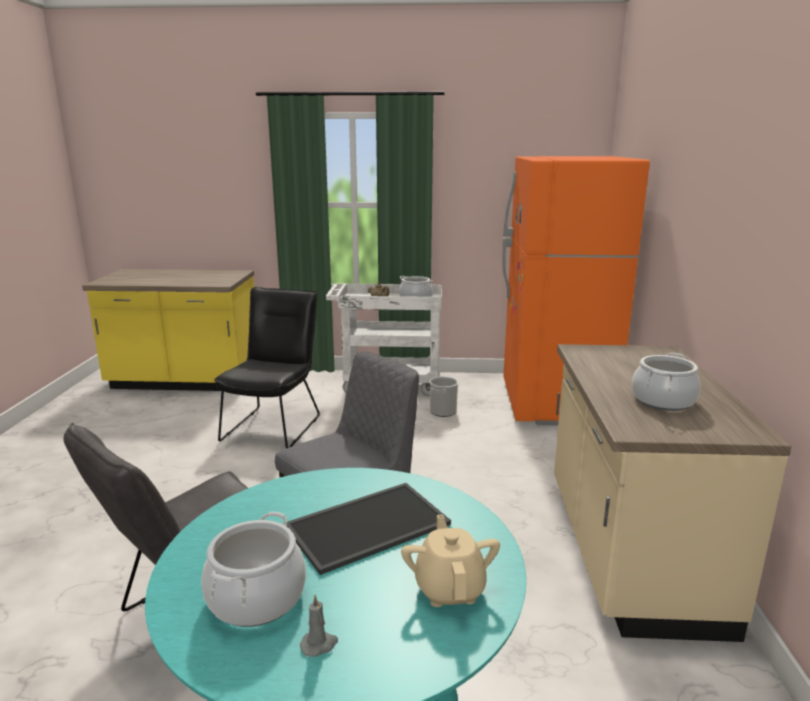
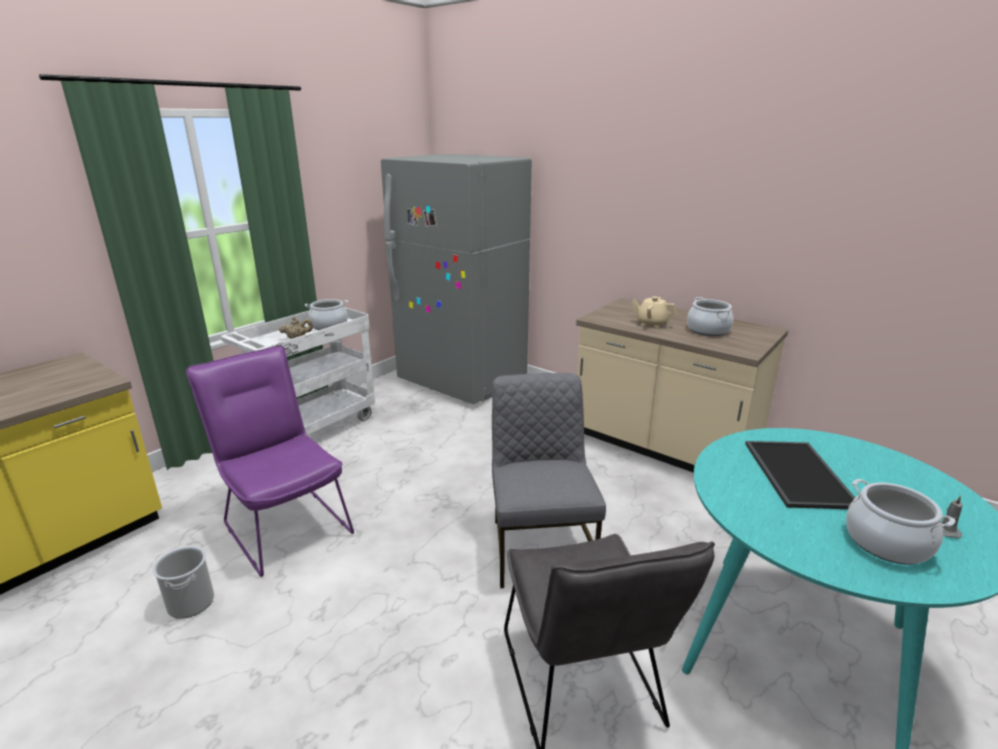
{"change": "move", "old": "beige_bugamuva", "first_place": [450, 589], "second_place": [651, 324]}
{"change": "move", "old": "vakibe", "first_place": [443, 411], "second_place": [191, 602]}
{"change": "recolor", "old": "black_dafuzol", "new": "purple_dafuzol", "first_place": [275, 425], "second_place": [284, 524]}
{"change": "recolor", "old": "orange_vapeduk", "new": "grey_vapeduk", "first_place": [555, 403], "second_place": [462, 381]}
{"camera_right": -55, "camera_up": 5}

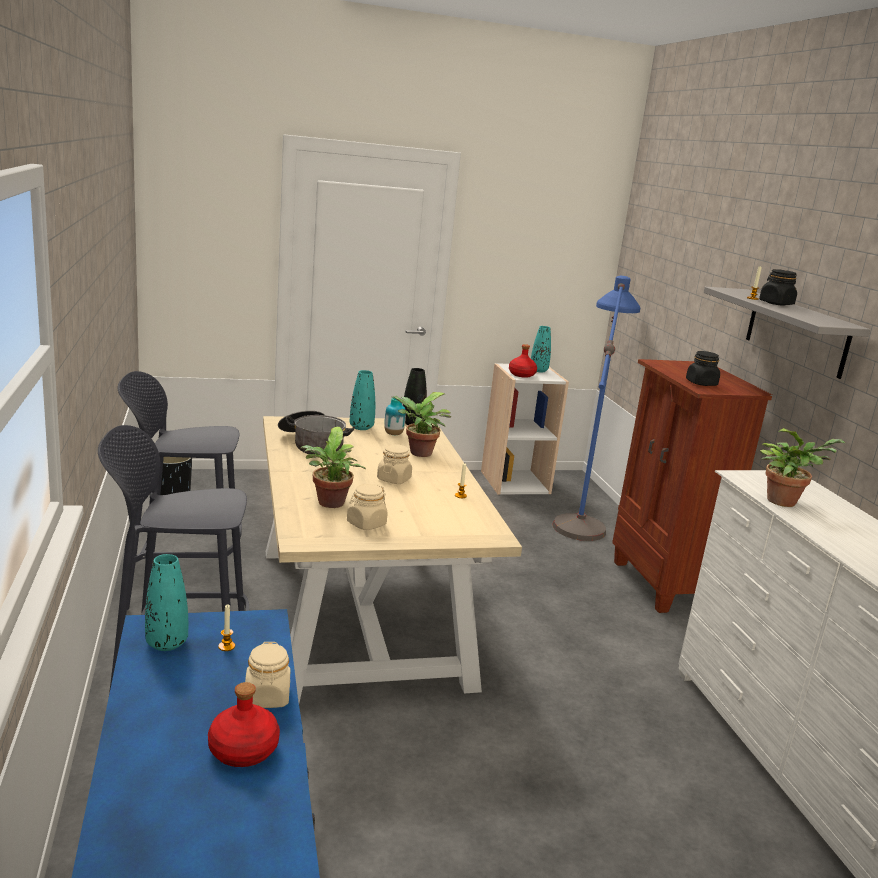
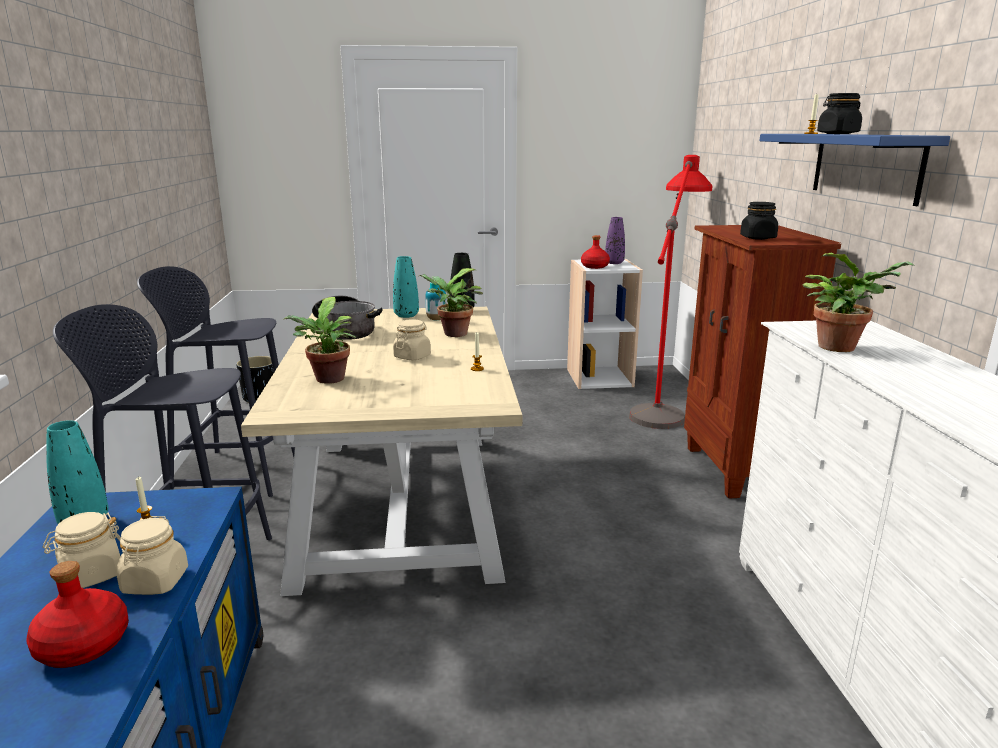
{"change": "move", "old": "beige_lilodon", "first_place": [366, 524], "second_place": [91, 575]}
{"change": "recolor", "old": "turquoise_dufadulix", "new": "purple_dufadulix", "first_place": [538, 370], "second_place": [614, 263]}
{"change": "recolor", "old": "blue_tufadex", "new": "red_tufadex", "first_place": [582, 513], "second_place": [663, 403]}
{"change": "recolor", "old": "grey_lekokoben", "new": "blue_lekokoben", "first_place": [796, 332], "second_place": [865, 166]}
{"camera_right": 10, "camera_up": 0}

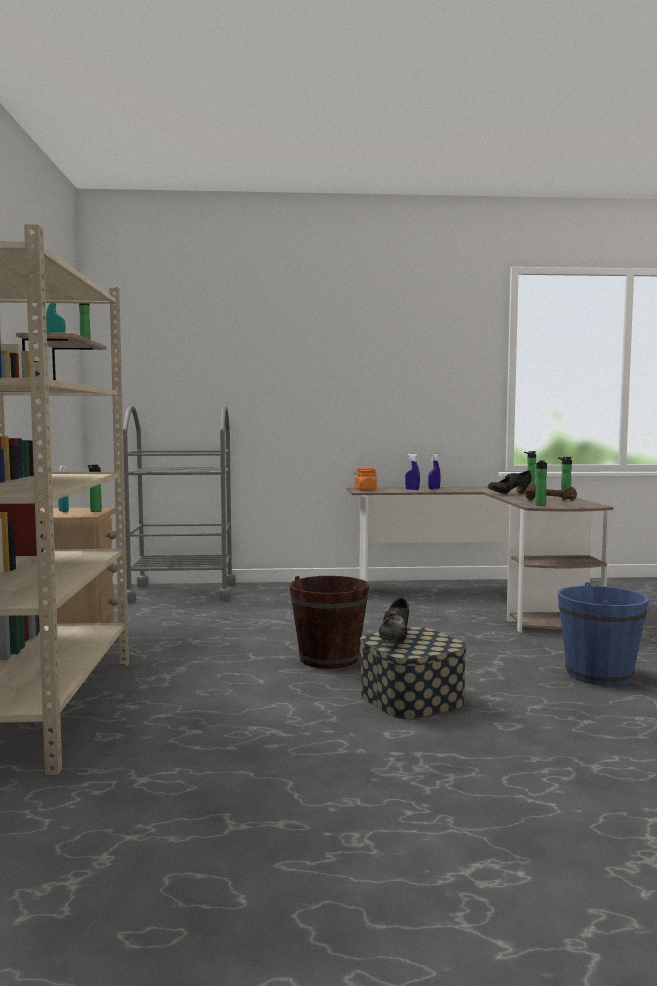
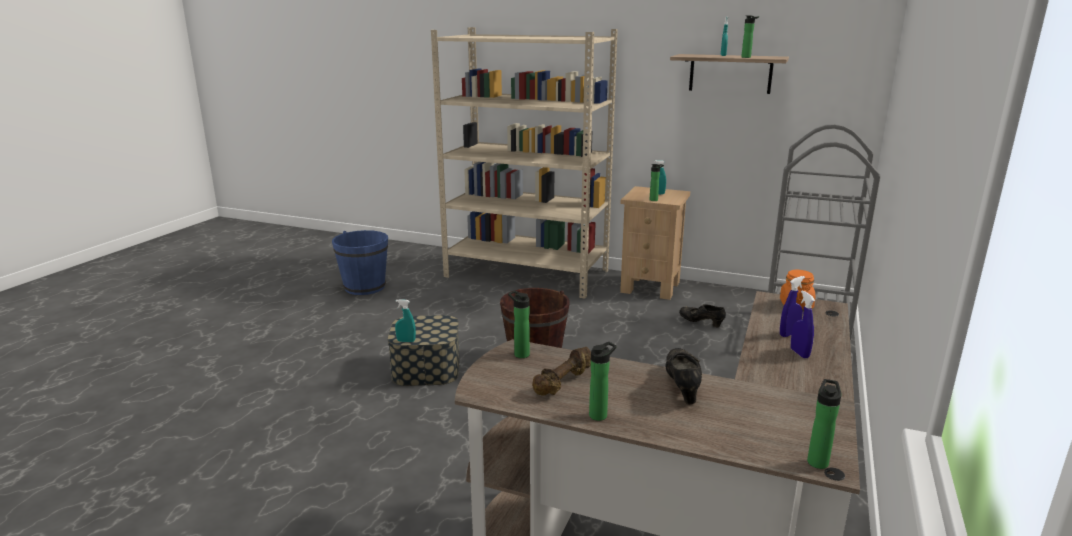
{"change": "insert", "new": "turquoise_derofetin", "second_place": [406, 341]}
{"change": "move", "old": "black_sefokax", "first_place": [395, 640], "second_place": [701, 323]}
{"change": "move", "old": "blue_vakibe", "first_place": [599, 674], "second_place": [364, 287]}
{"camera_right": 115, "camera_up": 15}

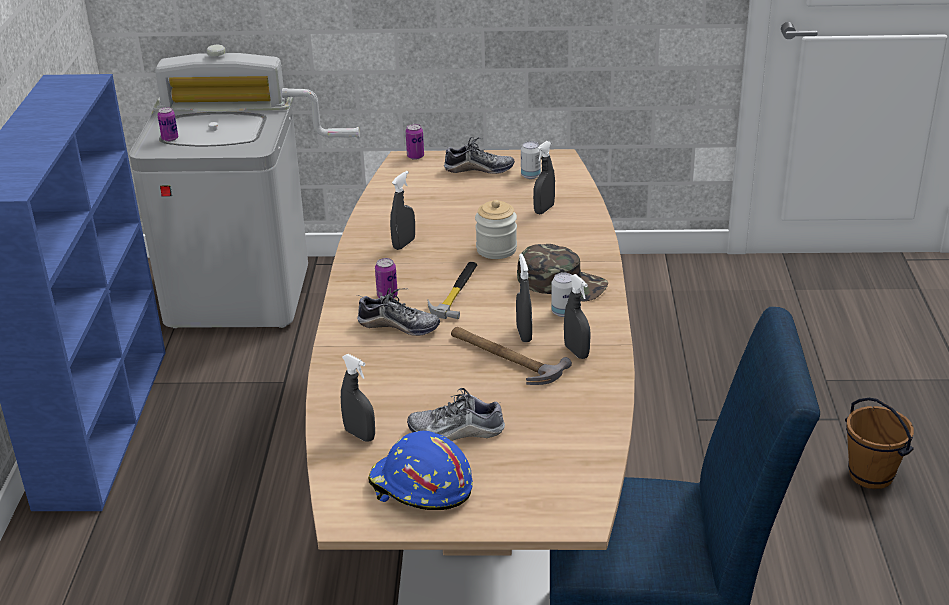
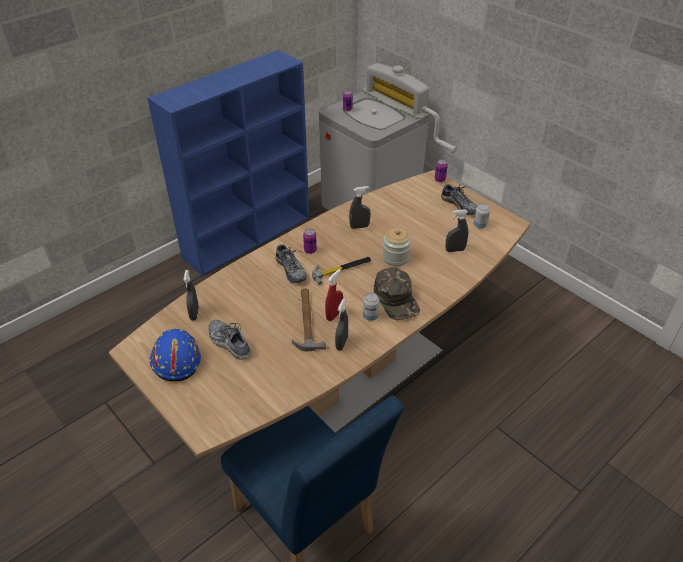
{"change": "delete", "old": "brown_vakibe", "first_place": [871, 475]}
{"change": "recolor", "old": "grey_derofetin", "new": "red_derofetin", "first_place": [524, 334], "second_place": [334, 315]}
{"camera_right": 45, "camera_up": 10}

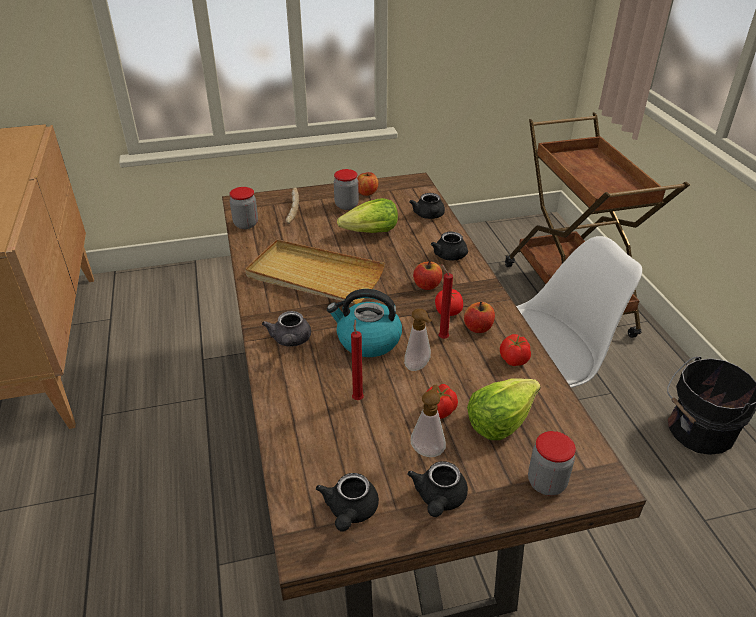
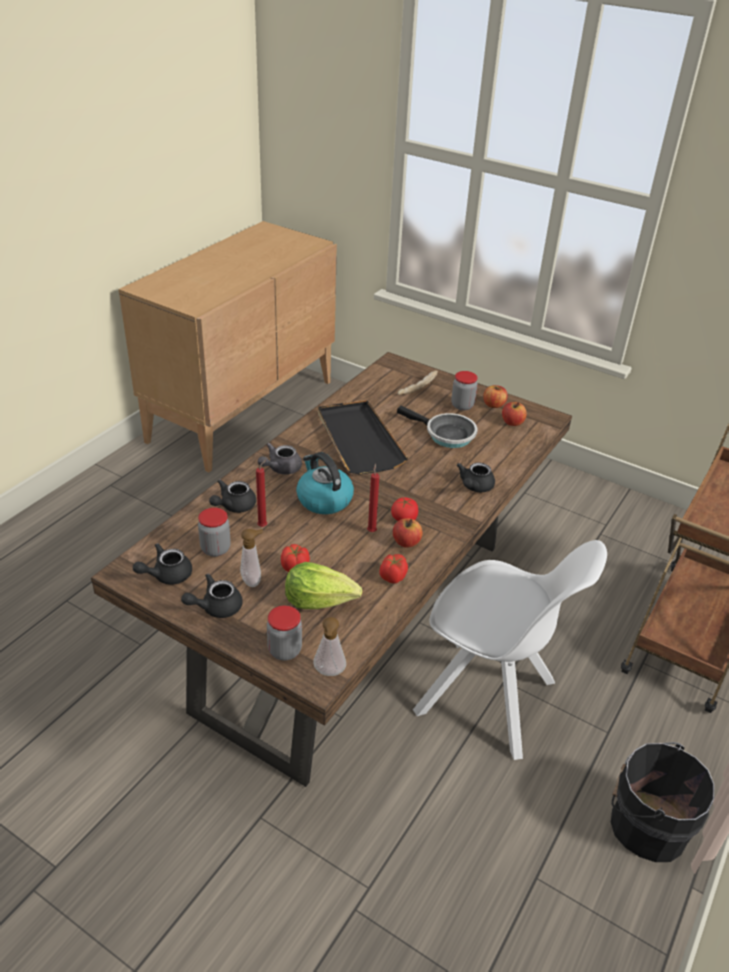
{"change": "move", "old": "lilodon", "first_place": [246, 224], "second_place": [215, 549]}
{"change": "move", "old": "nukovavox", "first_place": [418, 367], "second_place": [329, 673]}
{"change": "move", "old": "black_bugamuva", "first_place": [429, 216], "second_place": [233, 506]}
{"change": "move", "old": "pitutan", "first_place": [427, 285], "second_place": [512, 422]}
{"change": "replace", "old": "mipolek", "new": "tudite", "first_place": [371, 232], "second_place": [446, 435]}
{"change": "recolor", "old": "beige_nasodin", "new": "black_nasodin", "first_place": [314, 276], "second_place": [358, 439]}
{"camera_right": 45, "camera_up": 0}

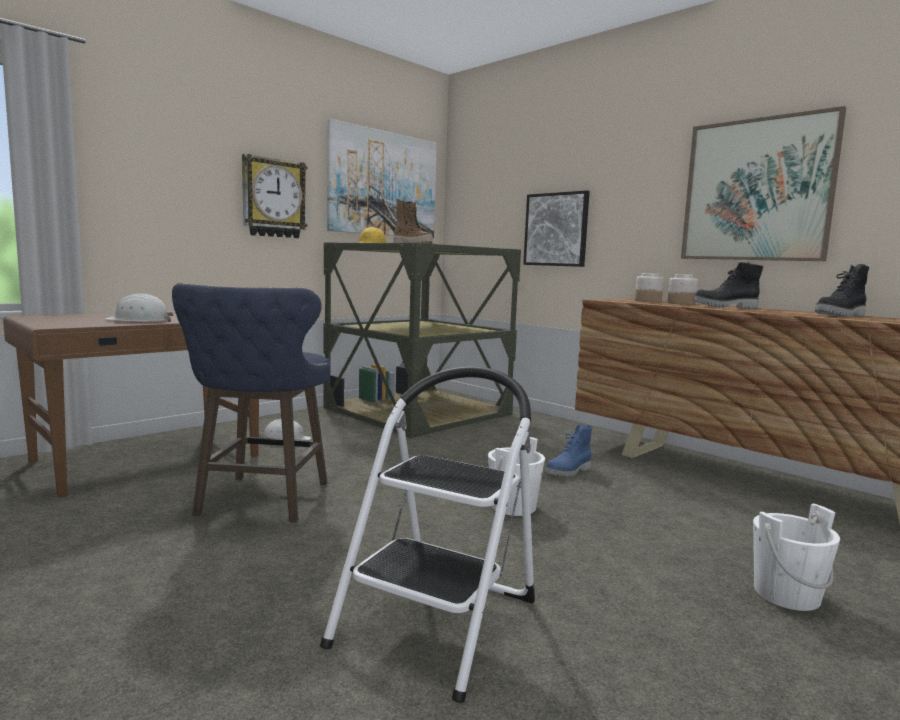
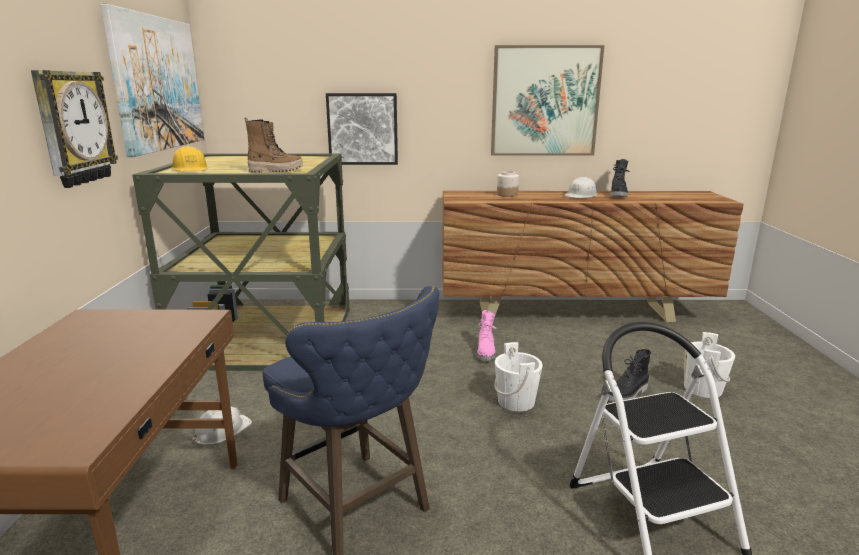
{"change": "delete", "old": "lilodon", "first_place": [647, 301]}
{"change": "move", "old": "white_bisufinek", "first_place": [139, 320], "second_place": [581, 195]}
{"change": "move", "old": "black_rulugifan", "first_place": [725, 307], "second_place": [627, 395]}
{"change": "recolor", "old": "blue_rulugifan", "new": "pink_rulugifan", "first_place": [569, 472], "second_place": [486, 352]}
{"camera_right": -45, "camera_up": 10}

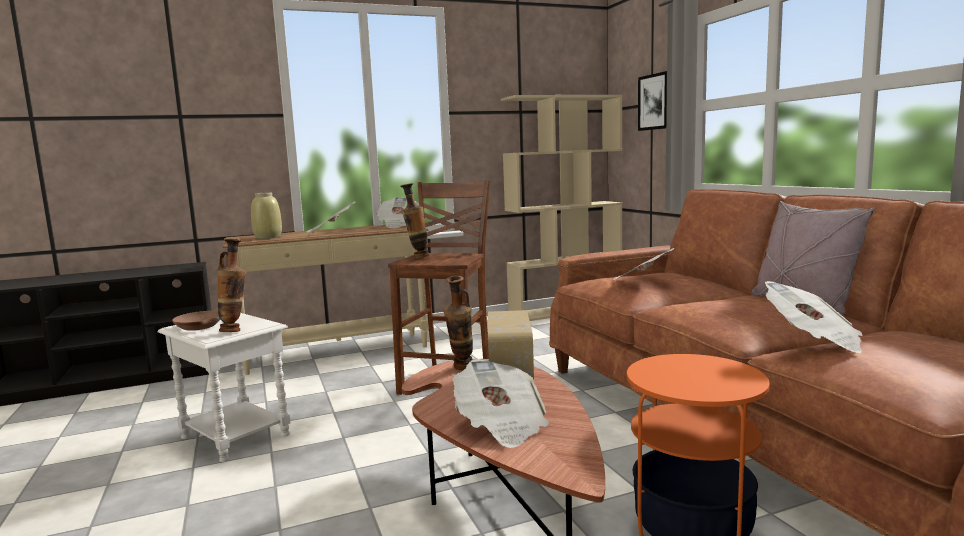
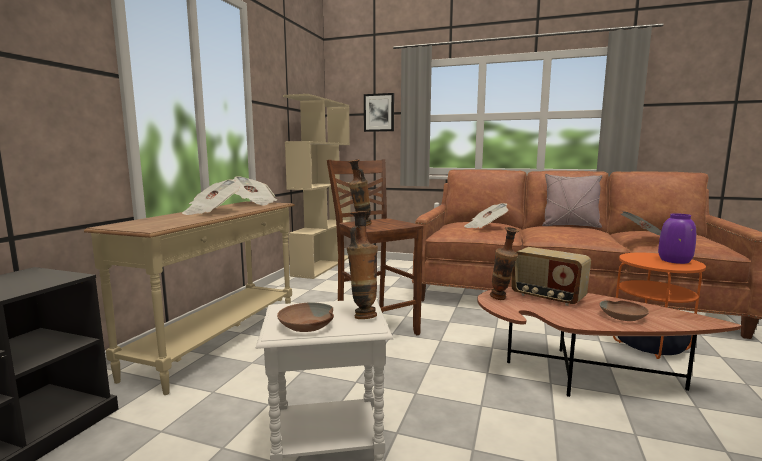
{"change": "delete", "old": "beige_dufadulix", "first_place": [268, 237]}
{"change": "insert", "new": "purple_dufadulix", "second_place": [674, 261]}
{"change": "replace", "old": "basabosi", "new": "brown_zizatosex", "first_place": [501, 426], "second_place": [623, 316]}
{"camera_right": -50, "camera_up": 0}

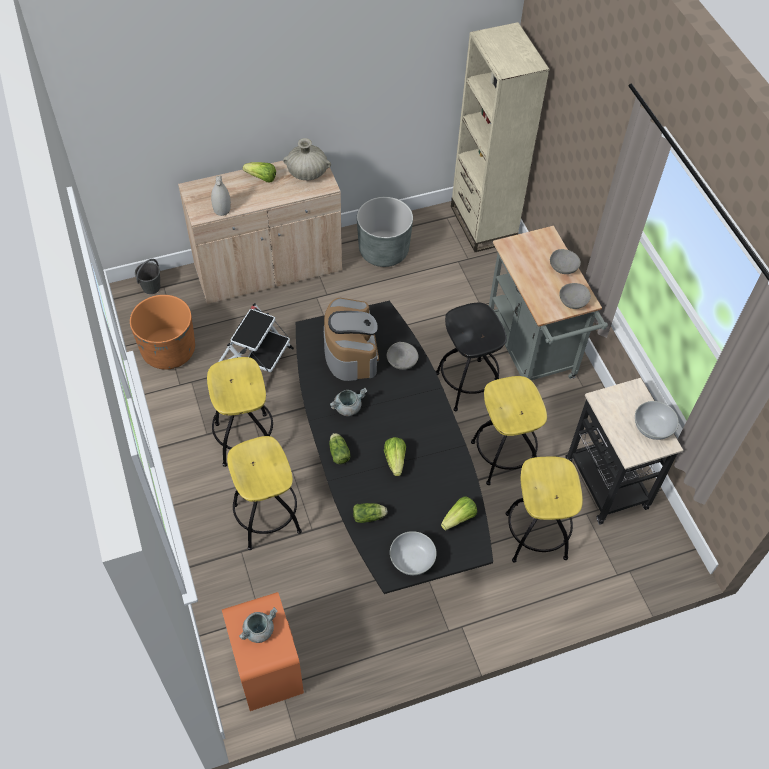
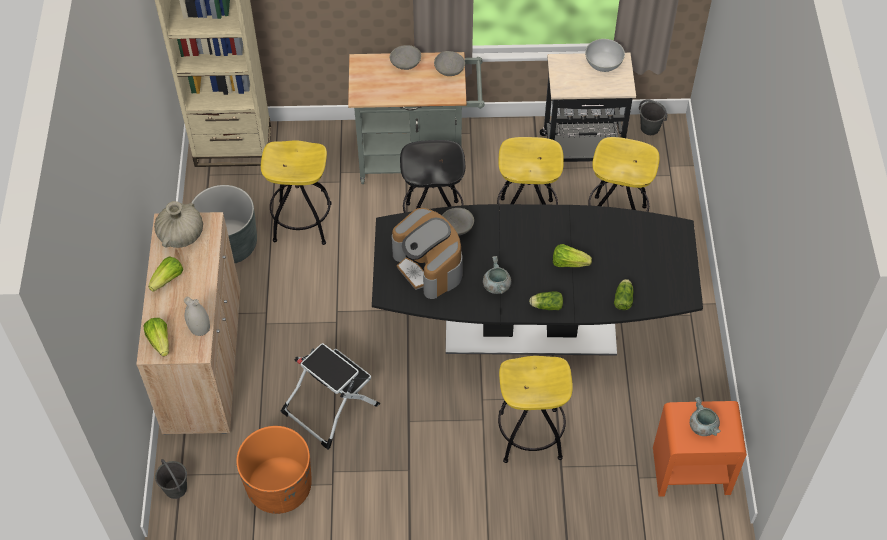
{"change": "delete", "old": "white_zizatosex", "first_place": [411, 561]}
{"change": "insert", "new": "grey_vakibe", "second_place": [650, 128]}
{"change": "move", "old": "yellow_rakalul", "first_place": [245, 439], "second_place": [302, 222]}
{"change": "move", "old": "mipolek", "first_place": [459, 518], "second_place": [160, 341]}
{"change": "rotate", "old": "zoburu", "first_place": [350, 351], "second_place": [429, 266], "degrees": -135}
{"camera_right": -70, "camera_up": 0}

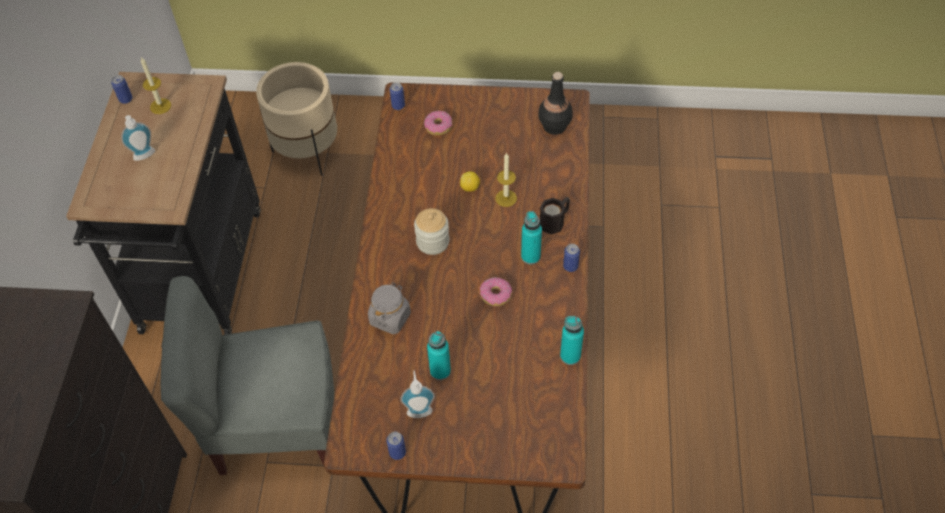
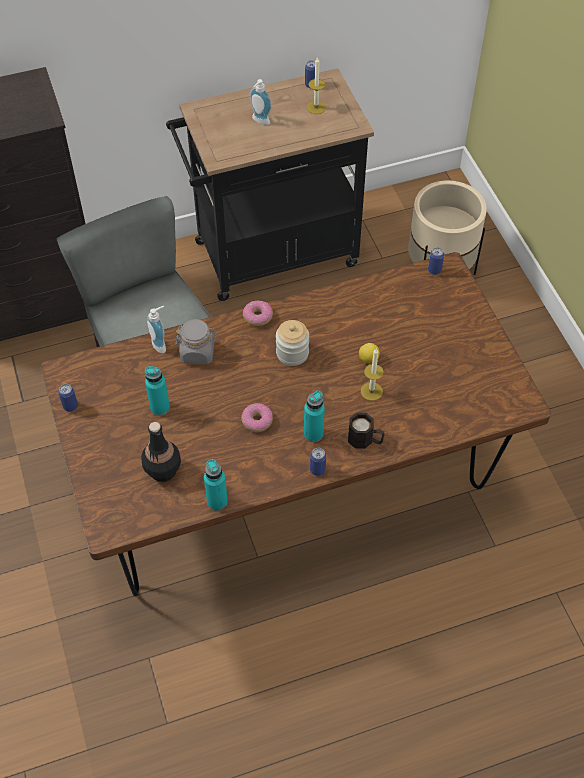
{"change": "move", "old": "nukovavox", "first_place": [419, 409], "second_place": [161, 344]}
{"change": "move", "old": "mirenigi", "first_place": [438, 126], "second_place": [258, 316]}
{"change": "move", "old": "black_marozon", "first_place": [554, 126], "second_place": [162, 470]}
{"camera_right": 65, "camera_up": 0}

